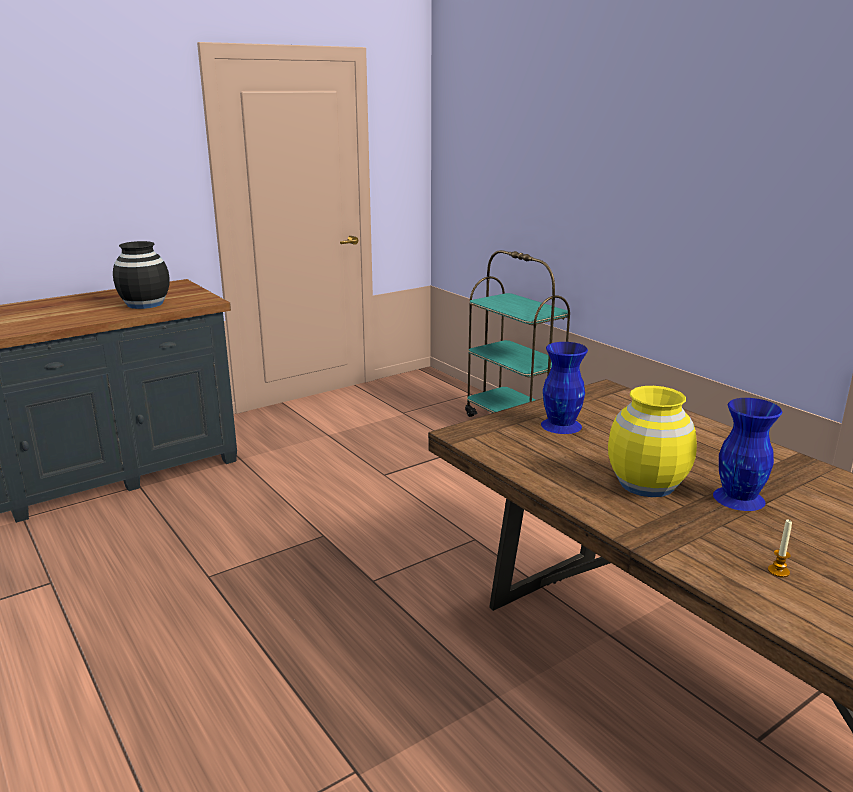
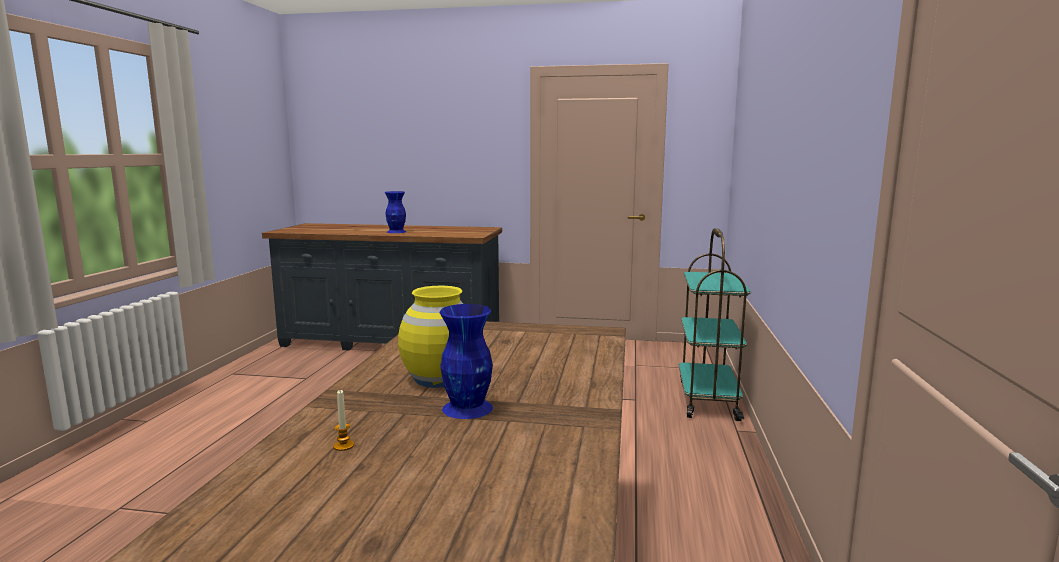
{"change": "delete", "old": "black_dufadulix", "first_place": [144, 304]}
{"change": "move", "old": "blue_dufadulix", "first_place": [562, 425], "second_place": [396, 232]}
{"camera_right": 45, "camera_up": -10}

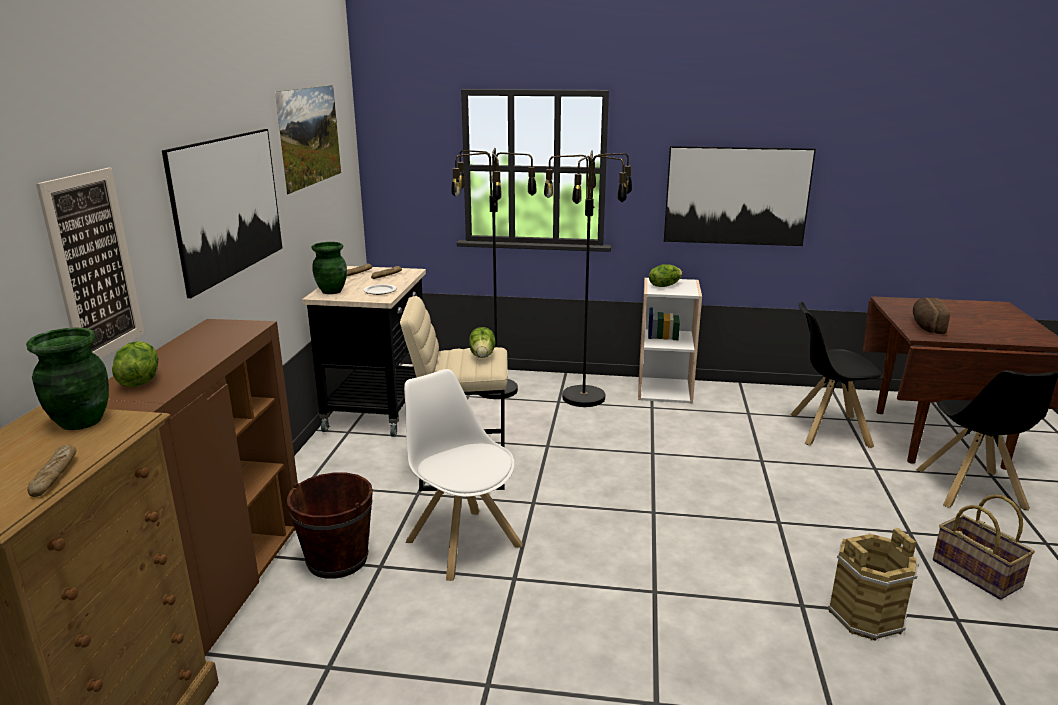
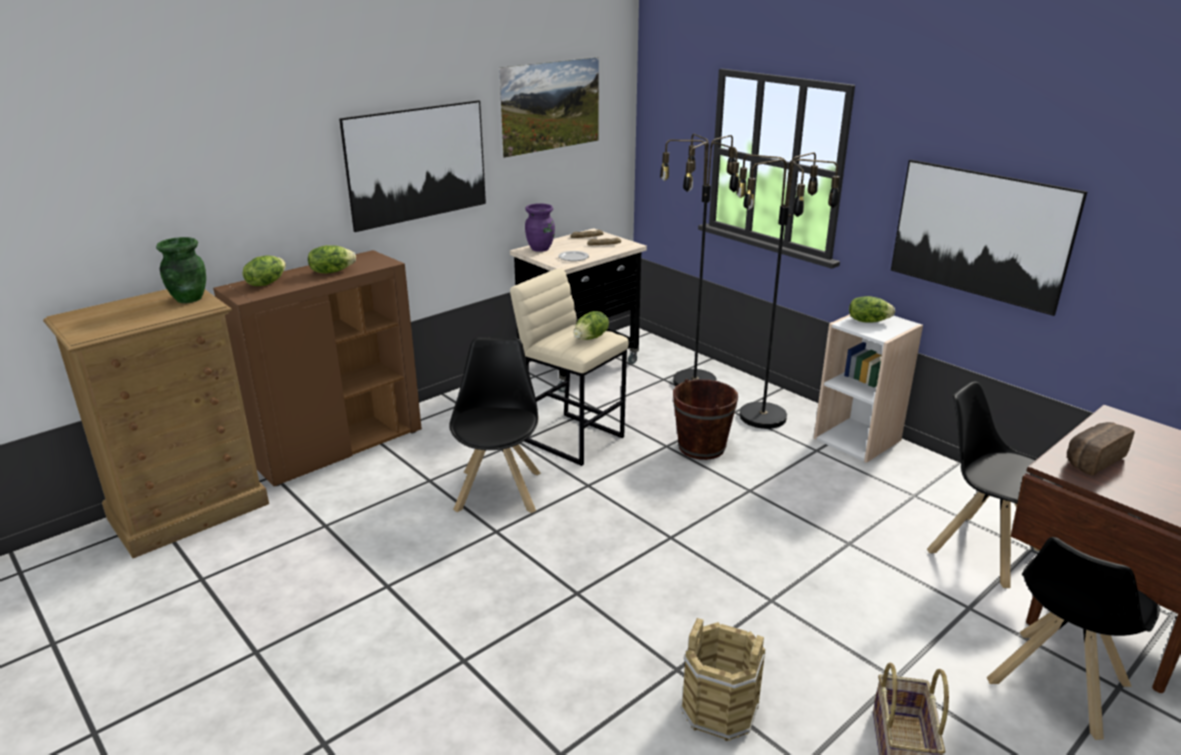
{"change": "delete", "old": "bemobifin", "first_place": [54, 476]}
{"change": "delete", "old": "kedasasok", "first_place": [94, 266]}
{"change": "insert", "new": "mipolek", "second_place": [331, 271]}
{"change": "move", "old": "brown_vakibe", "first_place": [337, 559], "second_place": [701, 447]}
{"change": "recolor", "old": "green_dufadulix", "new": "purple_dufadulix", "first_place": [332, 291], "second_place": [540, 248]}
{"change": "recolor", "old": "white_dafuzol", "new": "black_dafuzol", "first_place": [462, 541], "second_place": [499, 489]}
{"camera_right": 40, "camera_up": 5}

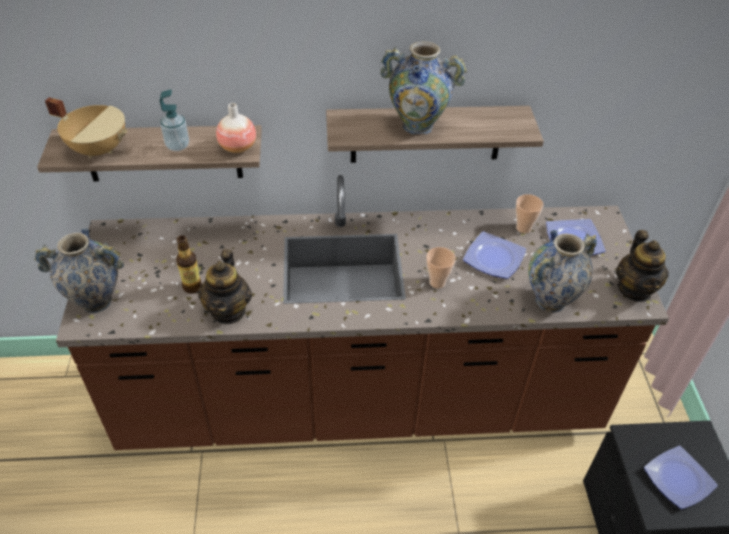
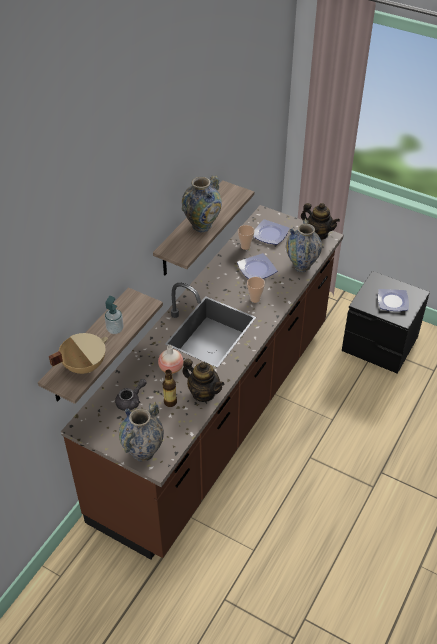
{"change": "insert", "new": "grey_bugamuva", "second_place": [131, 401]}
{"change": "move", "old": "dufadulix", "first_place": [238, 147], "second_place": [171, 368]}
{"camera_right": -55, "camera_up": 0}

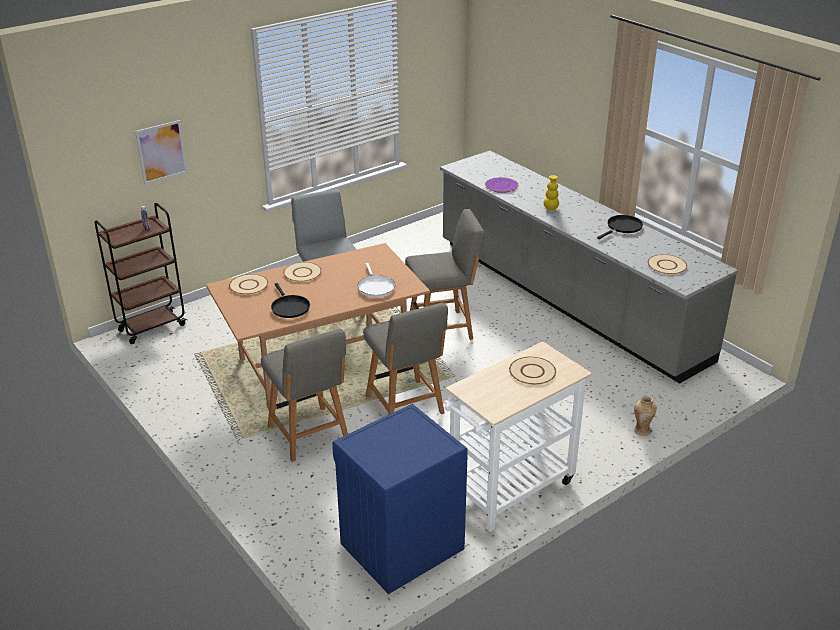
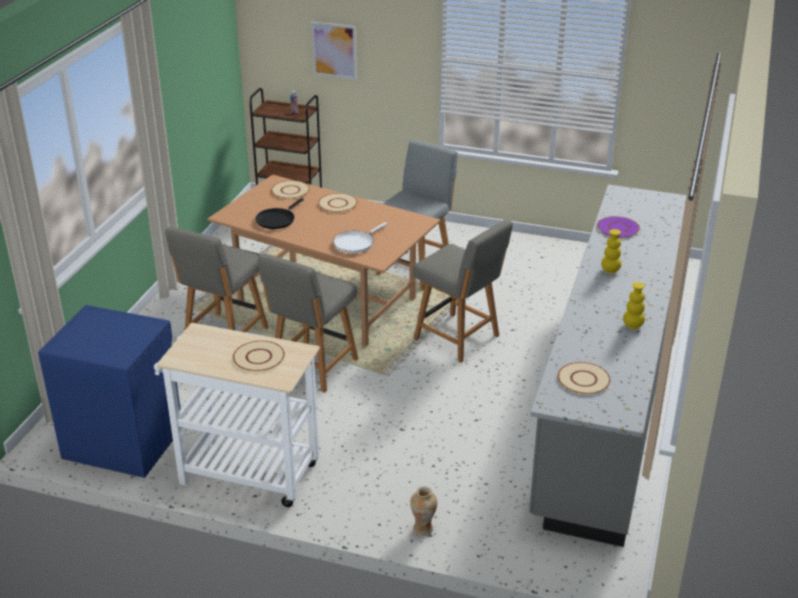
{"change": "replace", "old": "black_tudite", "new": "yellow_dufadulix", "first_place": [622, 227], "second_place": [632, 326]}
{"camera_right": 55, "camera_up": 0}

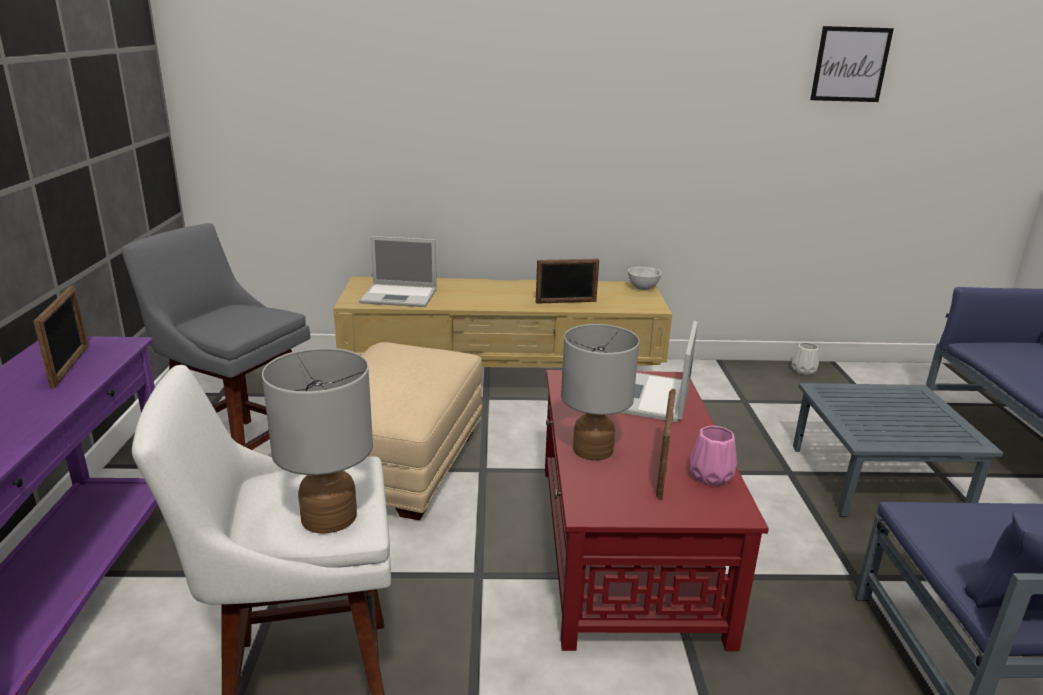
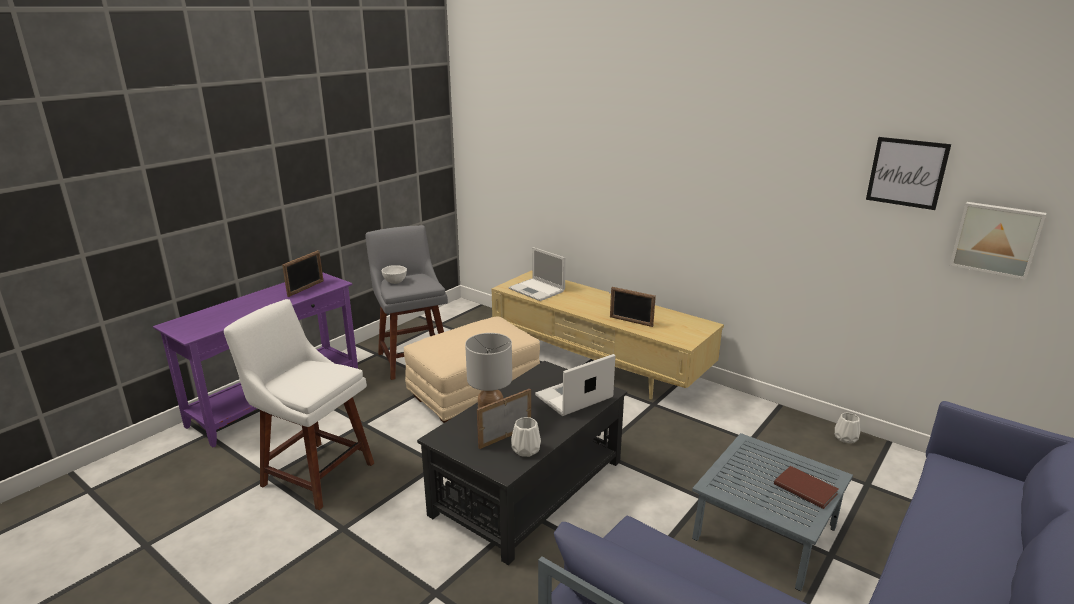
{"change": "delete", "old": "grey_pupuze", "first_place": [328, 517]}
{"change": "insert", "new": "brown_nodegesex", "second_place": [805, 488]}
{"change": "insert", "new": "kedasasok", "second_place": [996, 239]}
{"change": "move", "old": "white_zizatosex", "first_place": [642, 288], "second_place": [395, 282]}
{"change": "recolor", "old": "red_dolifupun", "new": "black_dolifupun", "first_place": [626, 547], "second_place": [527, 487]}
{"change": "recolor", "old": "pink_dufadulix", "new": "white_dufadulix", "first_place": [709, 476], "second_place": [525, 450]}
{"camera_right": 40, "camera_up": 0}

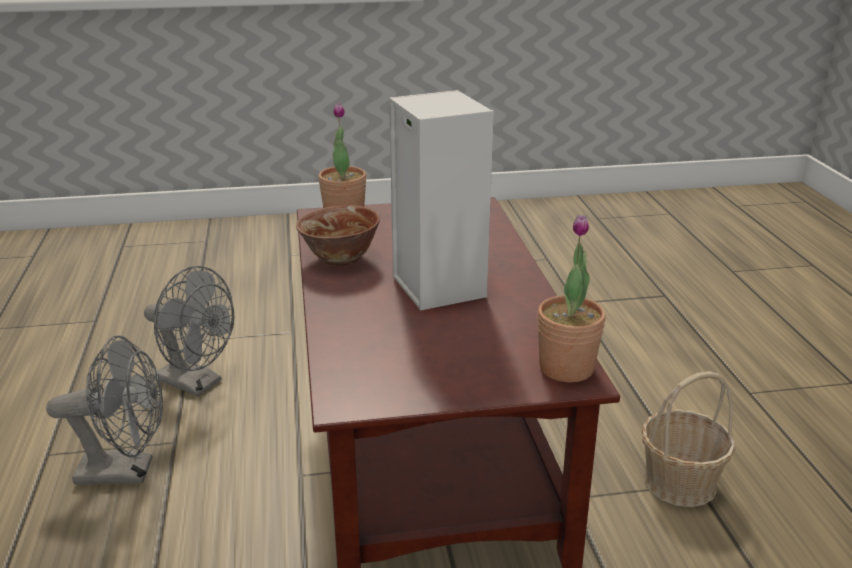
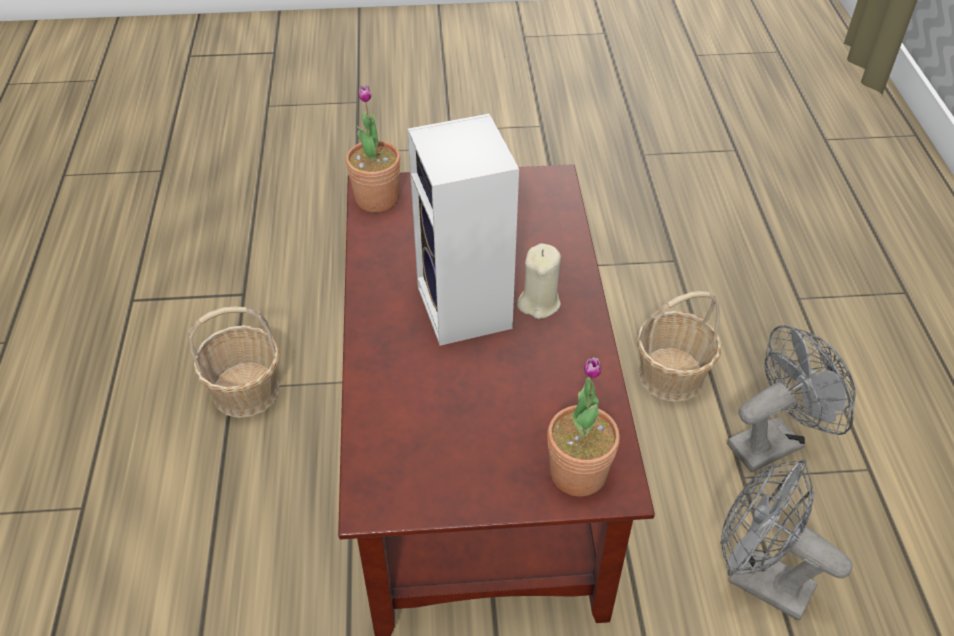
{"change": "delete", "old": "zizatosex", "first_place": [340, 258]}
{"change": "insert", "new": "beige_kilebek", "second_place": [539, 303]}
{"change": "insert", "new": "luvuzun", "second_place": [671, 376]}
{"change": "rotate", "old": "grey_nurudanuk", "first_place": [127, 471], "second_place": [773, 441], "degrees": 150}
{"camera_right": -175, "camera_up": 20}

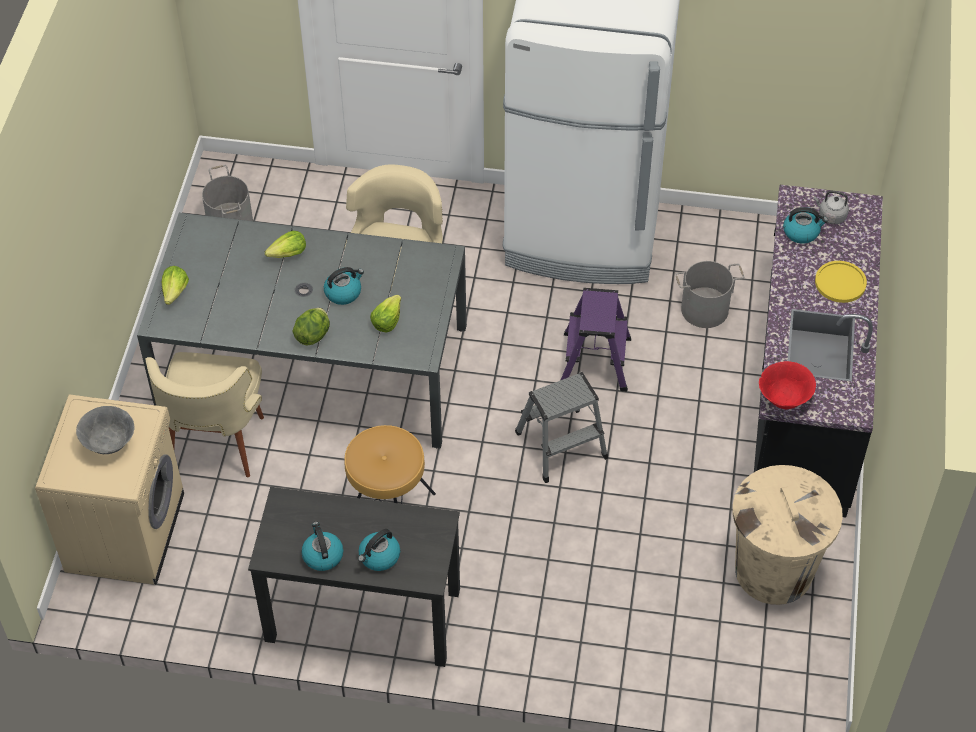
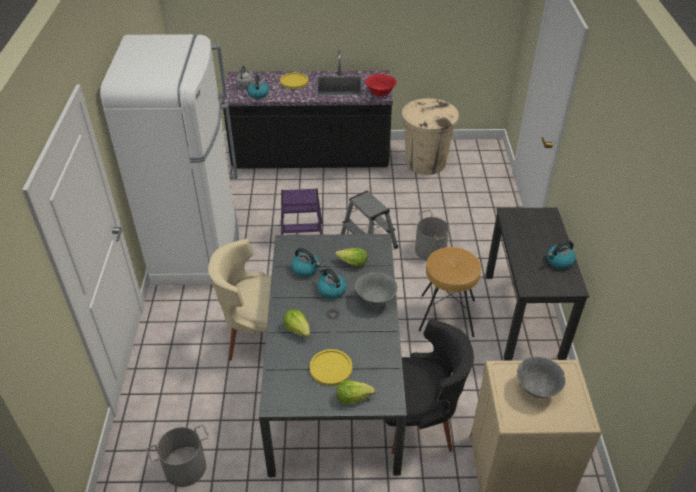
{"change": "insert", "new": "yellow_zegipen", "second_place": [331, 368]}
{"change": "move", "old": "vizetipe", "first_place": [379, 557], "second_place": [306, 269]}
{"change": "move", "old": "grey_vakibe", "first_place": [705, 310], "second_place": [430, 250]}
{"change": "replace", "old": "mipolek", "new": "grey_zizatosex", "first_place": [313, 335], "second_place": [376, 300]}
{"change": "recolor", "old": "beige_dafuzol", "new": "black_dafuzol", "first_place": [217, 442], "second_place": [417, 424]}
{"camera_right": -100, "camera_up": -10}

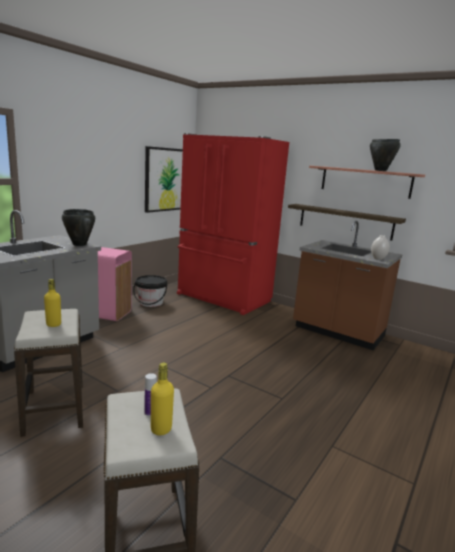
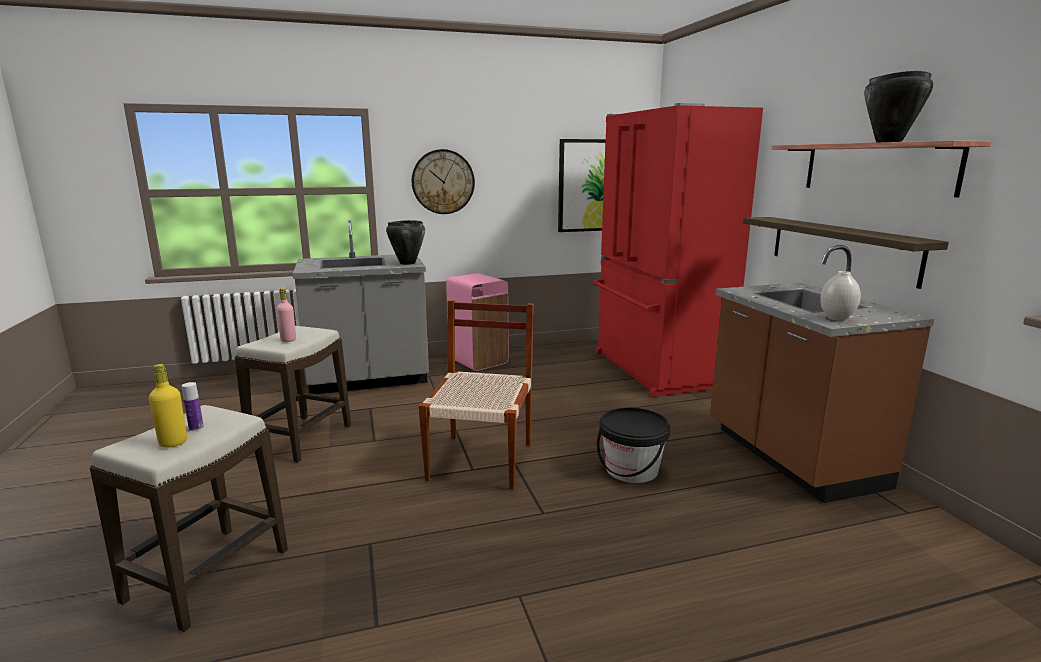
{"change": "insert", "new": "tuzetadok", "second_place": [443, 182]}
{"change": "insert", "new": "dafuzol", "second_place": [482, 460]}
{"change": "move", "old": "black_vakibe", "first_place": [150, 302], "second_place": [631, 469]}
{"change": "recolor", "old": "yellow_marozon", "new": "pink_marozon", "first_place": [53, 324], "second_place": [288, 340]}
{"camera_right": 40, "camera_up": 0}

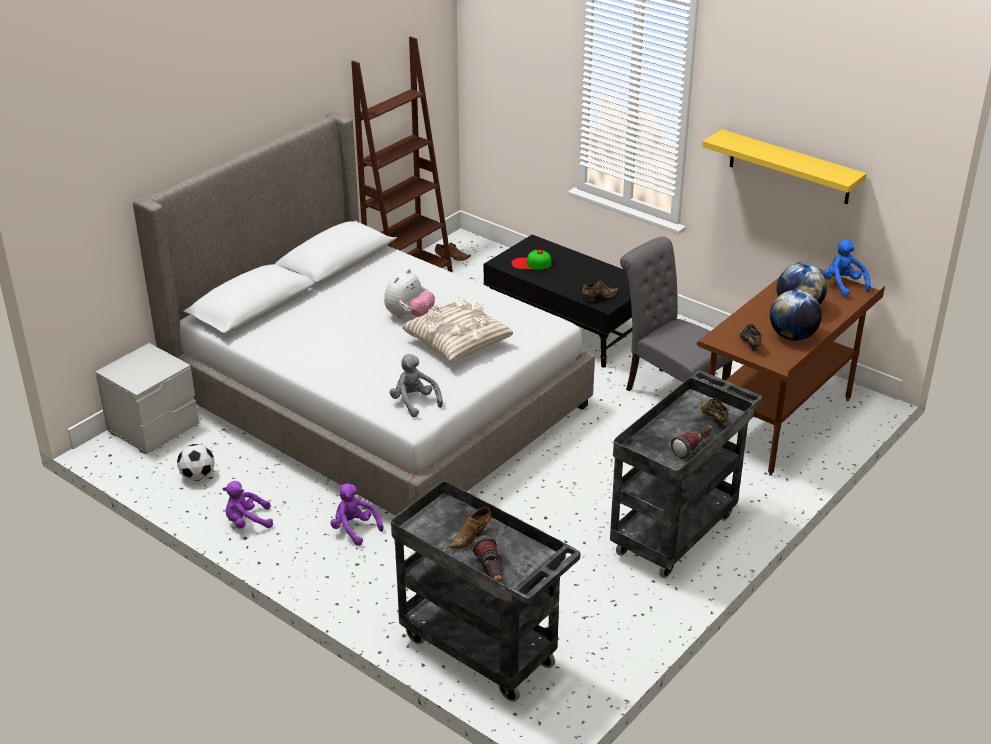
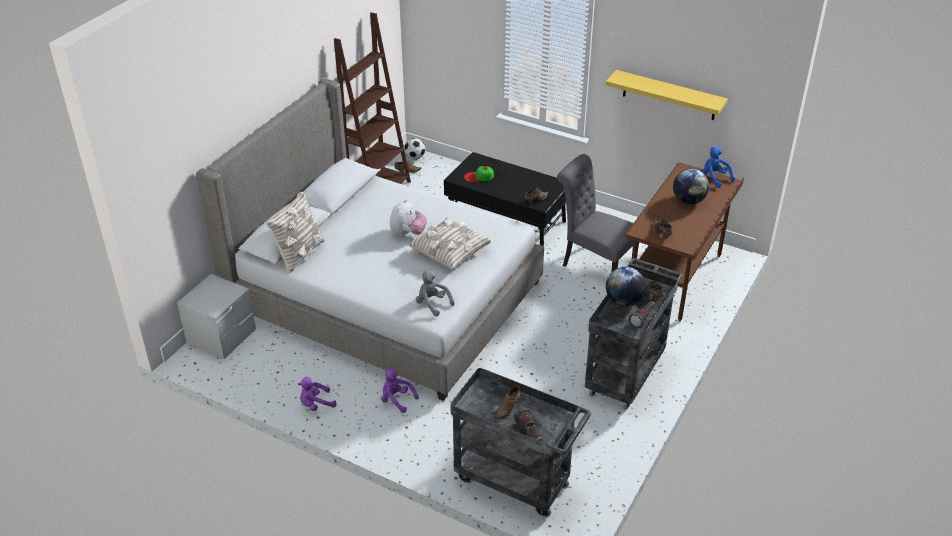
{"change": "insert", "new": "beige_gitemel", "second_place": [300, 254]}
{"change": "move", "old": "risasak", "first_place": [198, 476], "second_place": [415, 157]}
{"change": "move", "old": "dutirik", "first_place": [792, 336], "second_place": [623, 301]}
{"camera_right": -10, "camera_up": 5}

